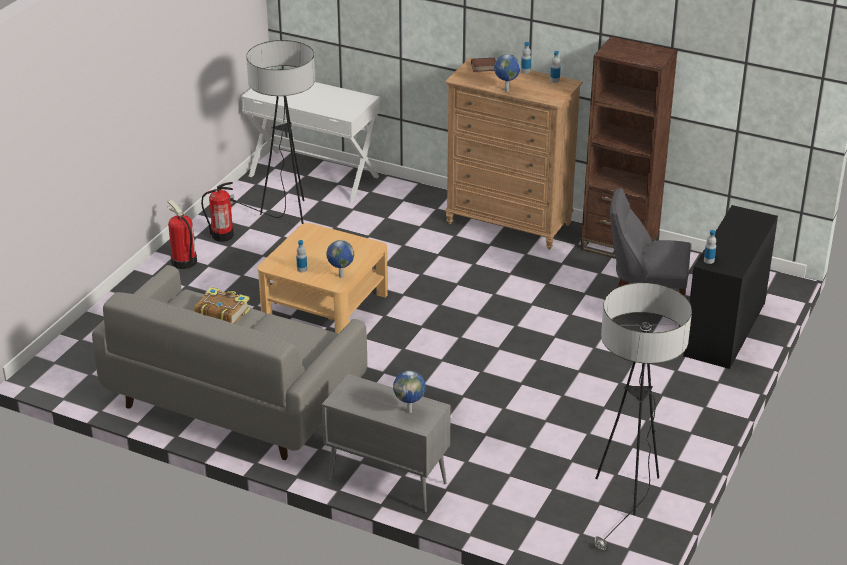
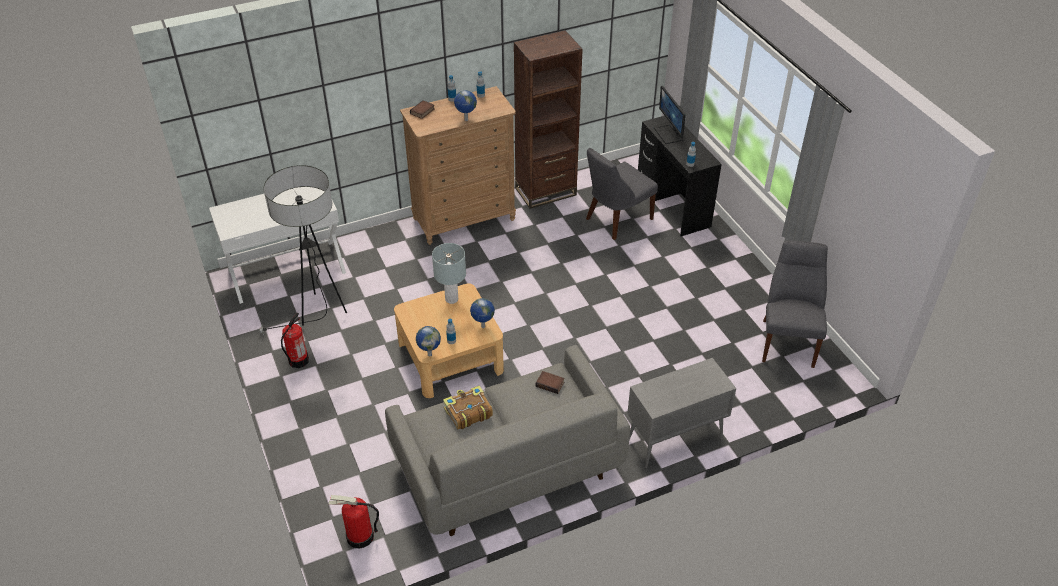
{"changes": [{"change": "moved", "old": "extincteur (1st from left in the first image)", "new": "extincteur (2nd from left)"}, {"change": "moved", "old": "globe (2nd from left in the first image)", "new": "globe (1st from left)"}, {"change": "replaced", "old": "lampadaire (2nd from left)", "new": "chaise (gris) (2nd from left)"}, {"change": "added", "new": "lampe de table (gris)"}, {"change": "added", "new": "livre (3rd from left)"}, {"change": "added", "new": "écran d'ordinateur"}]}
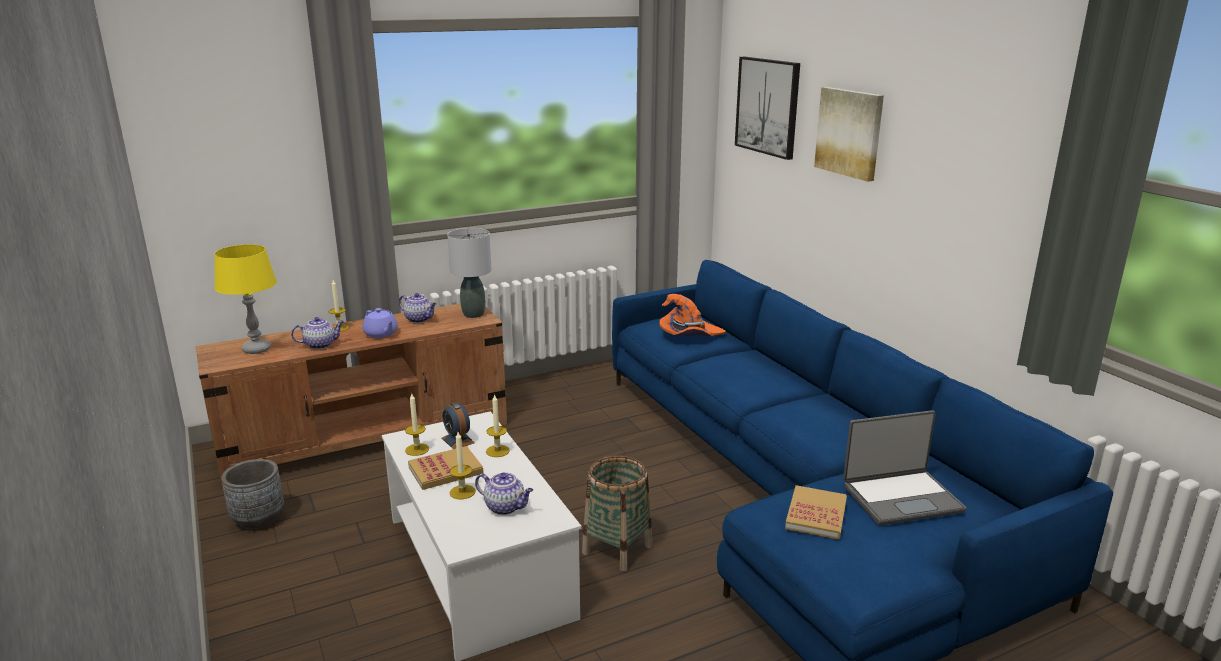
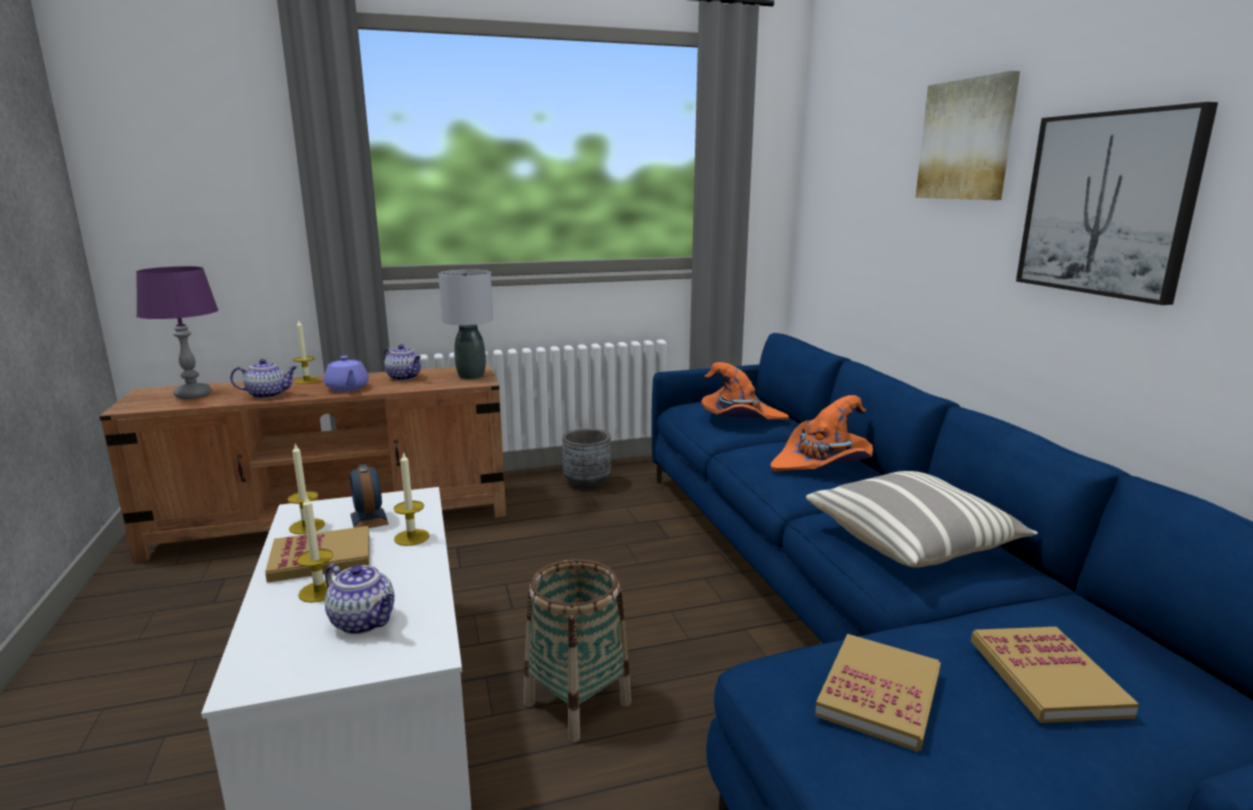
{"changes": [{"change": "recoloured", "old": "lampe de table (jaune)", "new": "lampe de table (violet)"}, {"change": "moved", "old": "cache-pot (gris)"}, {"change": "moved", "old": "tableau (1st from left in the first image)", "new": "tableau (2nd from left)"}, {"change": "replaced", "old": "ordinateur portable", "new": "livre (3rd from left)"}, {"change": "added", "new": "chapeau (orange) (2nd from left)"}, {"change": "added", "new": "coussin"}]}
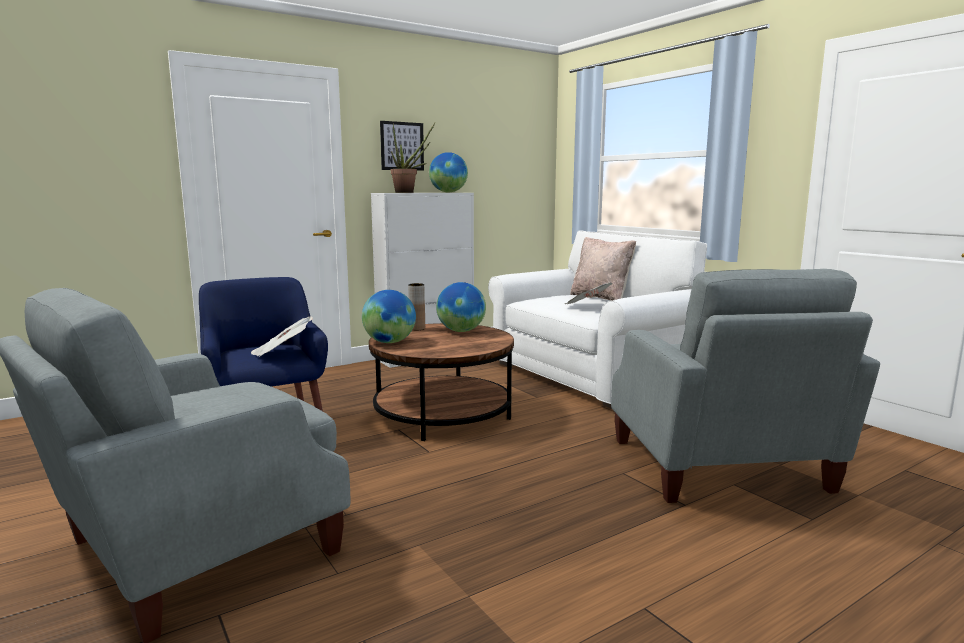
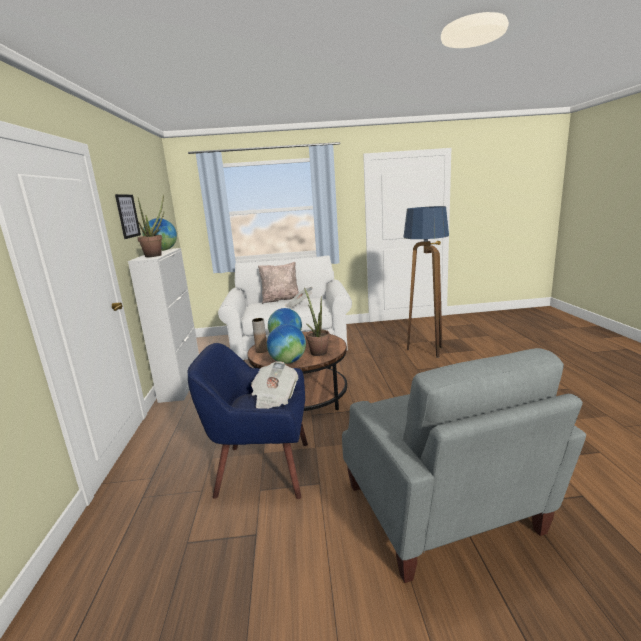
{"changes": [{"change": "replaced", "old": "fauteuil (gris) (2nd from left)", "new": "lampadaire"}, {"change": "added", "new": "plante en pot (2nd from left)"}]}
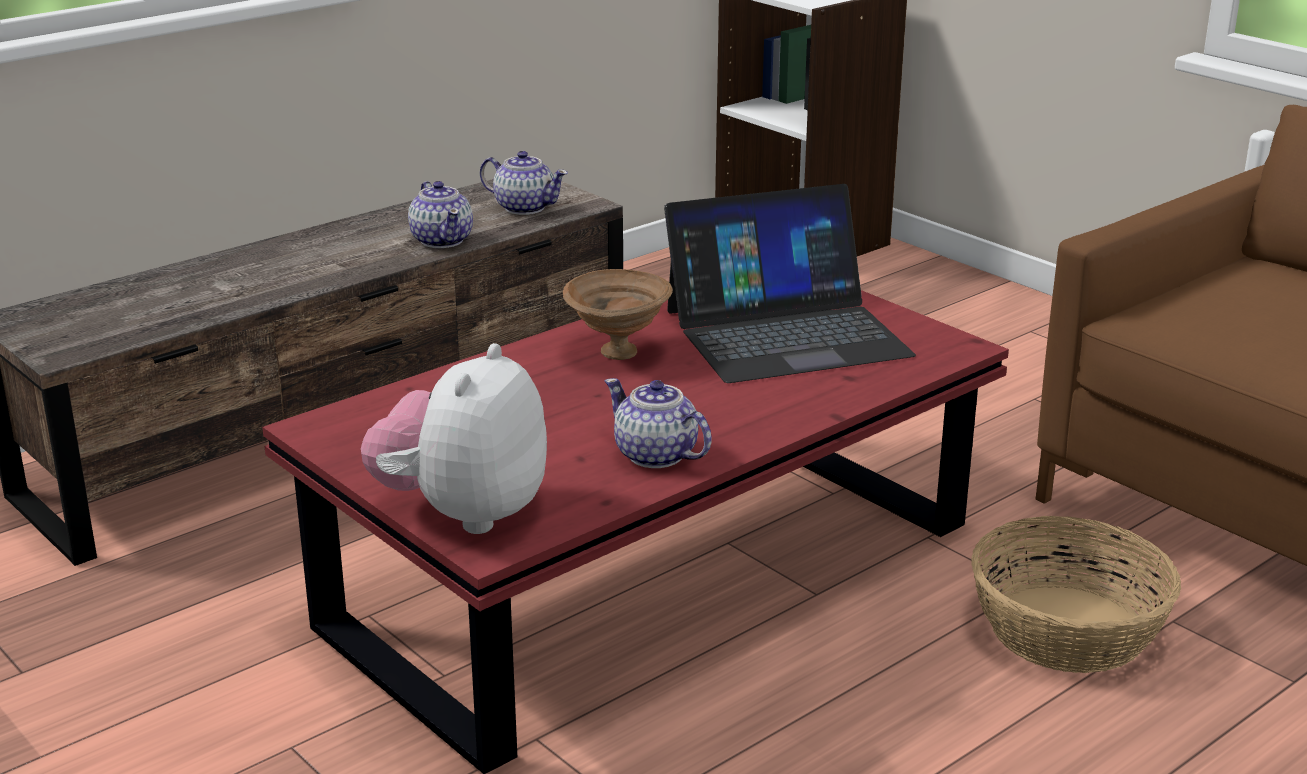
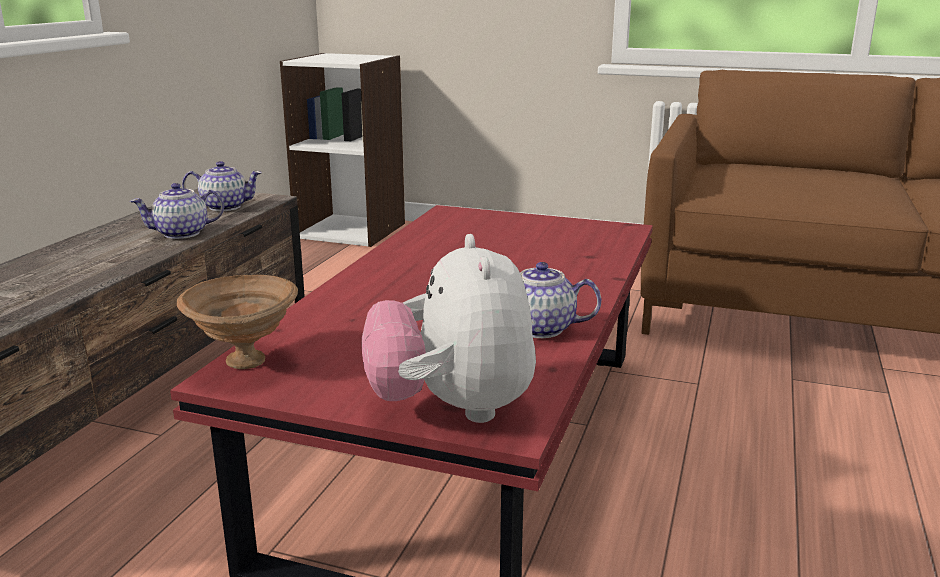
{"changes": [{"change": "turned", "old": "théière (1st from left)", "degrees": 120}, {"change": "moved", "old": "bol (marron)"}, {"change": "removed", "old": "ordinateur portable"}, {"change": "removed", "old": "panier"}]}
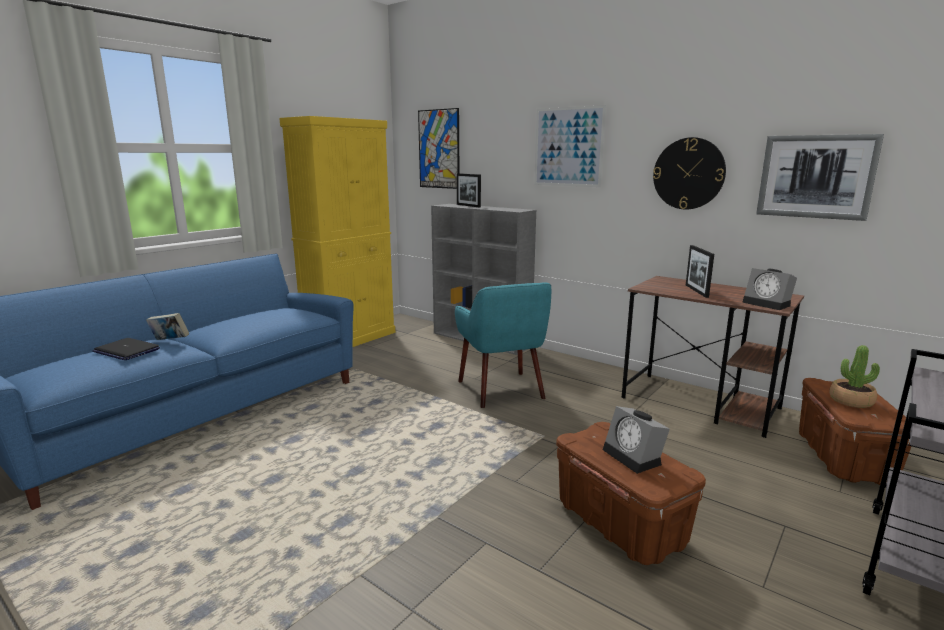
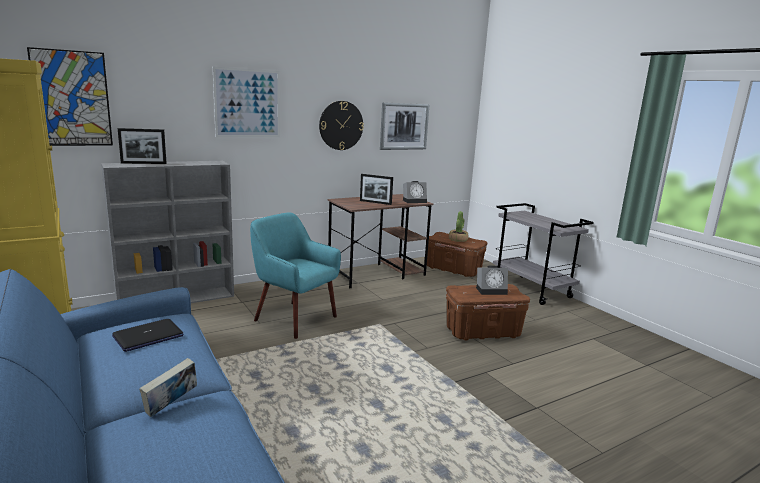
{"changes": [{"change": "moved", "old": "ordinateur portable"}, {"change": "turned", "old": "fauteuil (turquoise)", "degrees": -150}]}
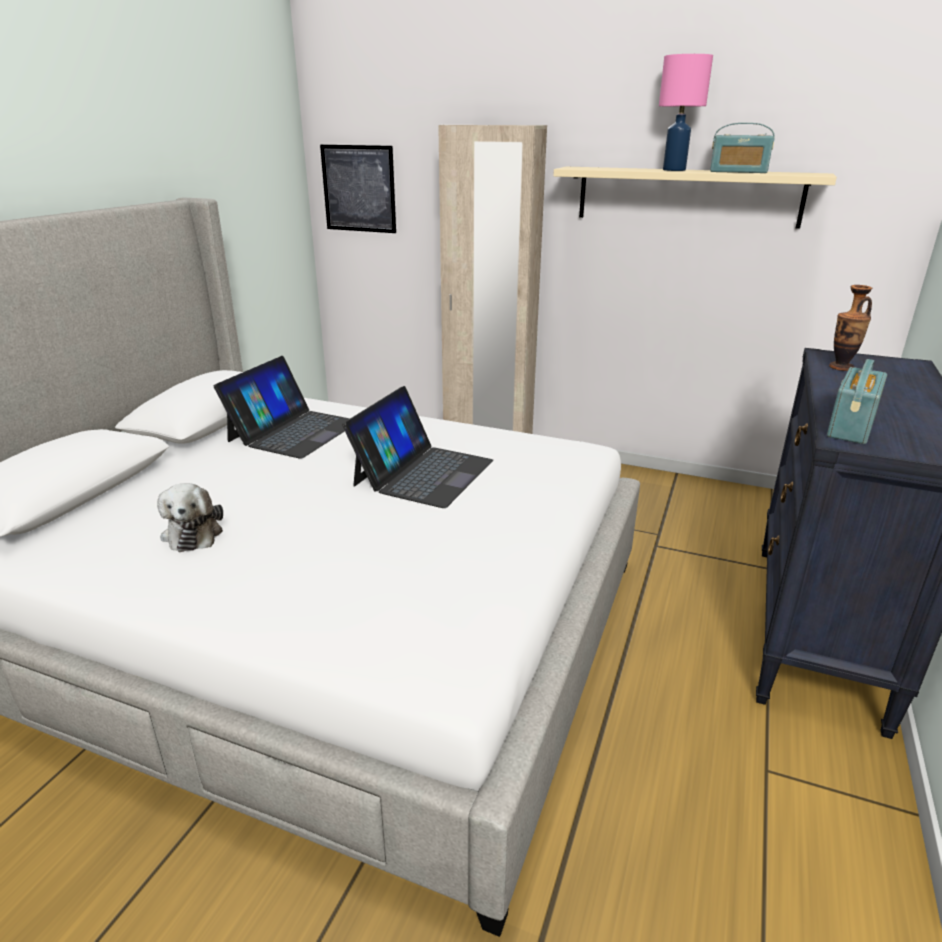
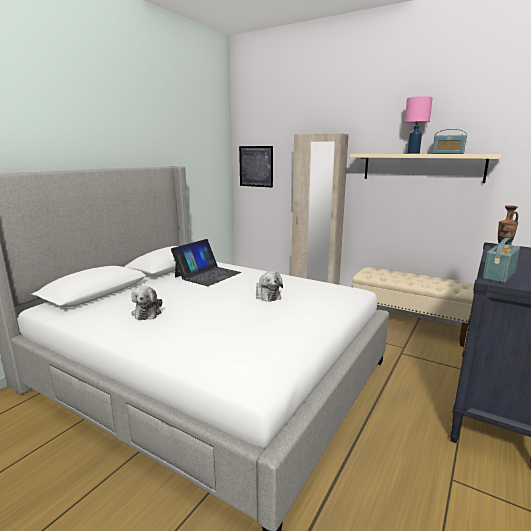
{"changes": [{"change": "replaced", "old": "ordinateur portable (2nd from left)", "new": "peluche (2nd from left)"}, {"change": "added", "new": "banc (beige)"}]}
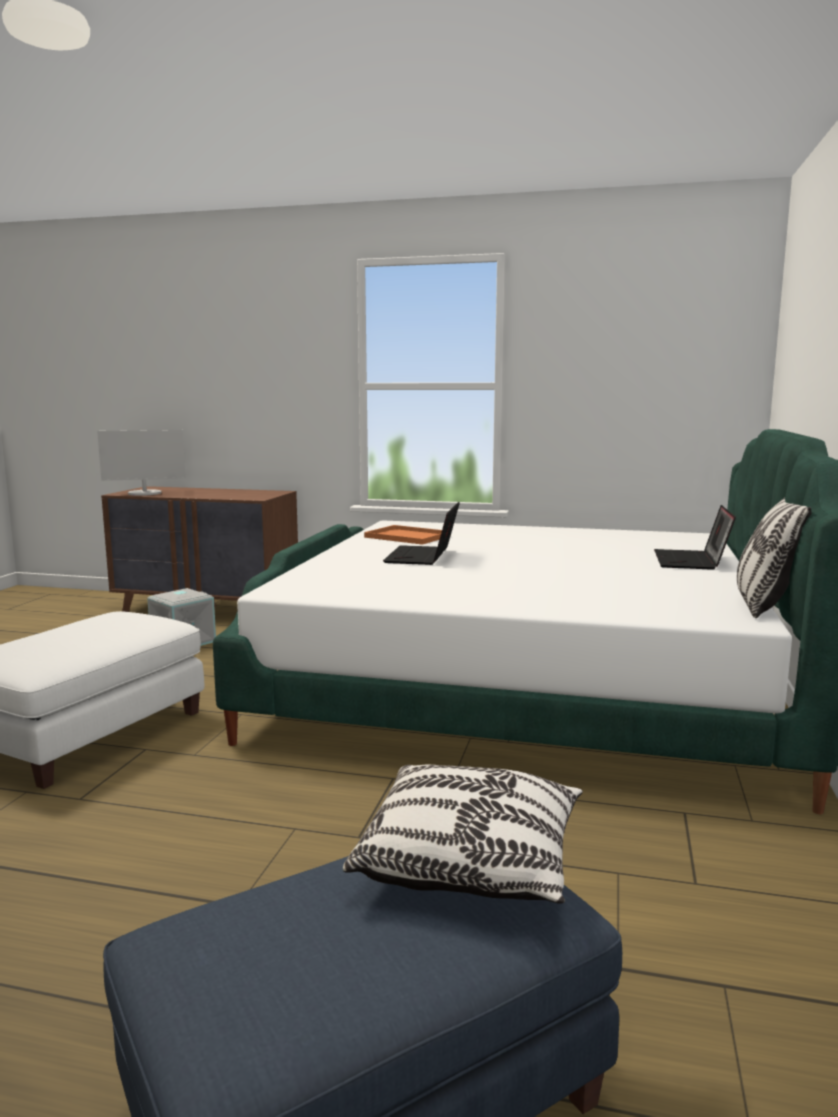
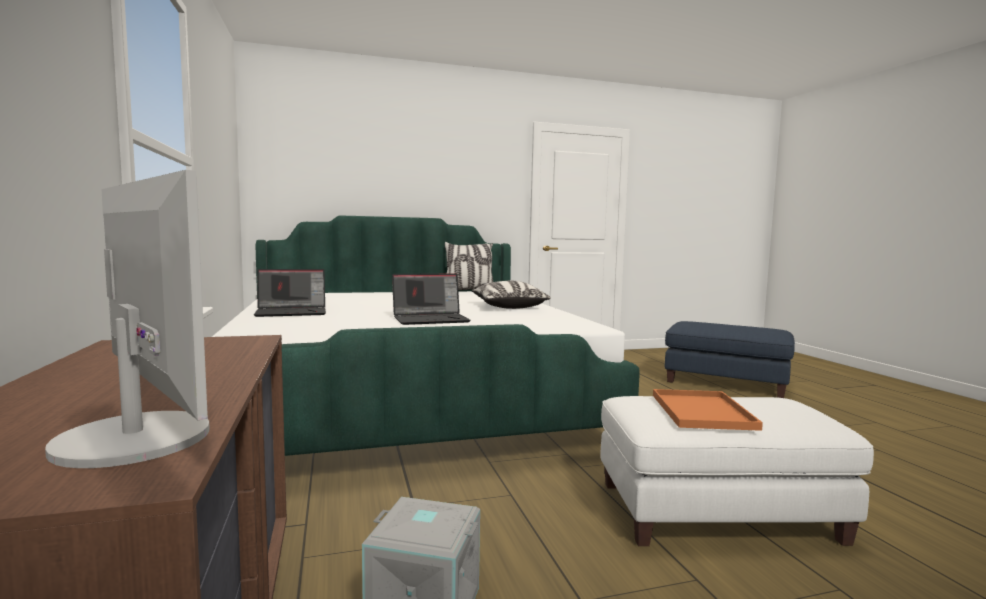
{"changes": [{"change": "moved", "old": "coussin (1st from left in the first image)", "new": "coussin (2nd from left)"}, {"change": "moved", "old": "plateau (orange)"}, {"change": "moved", "old": "ordinateur portable (2nd from left in the first image)", "new": "ordinateur portable (1st from left)"}]}
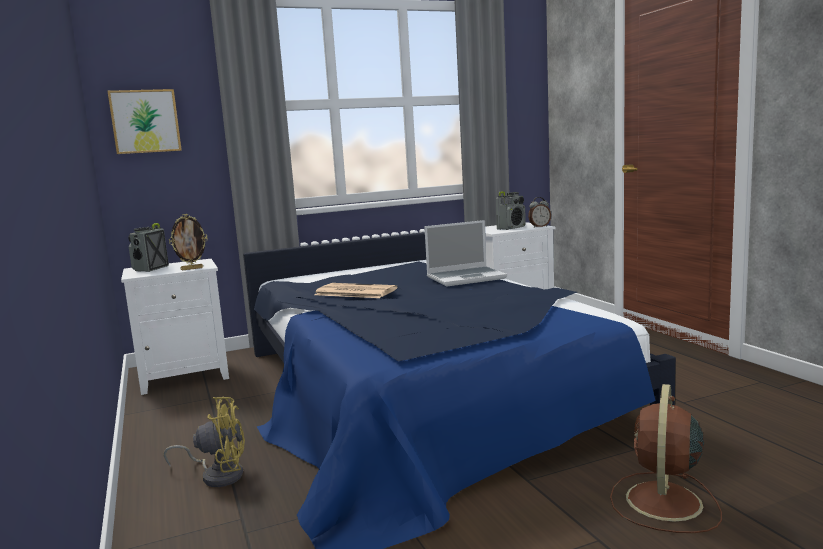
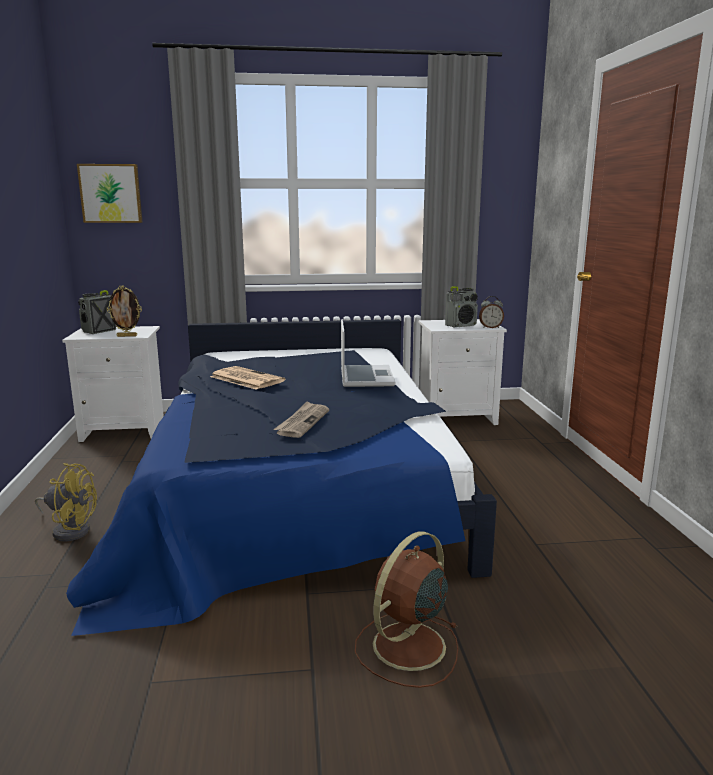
{"changes": [{"change": "turned", "old": "ordinateur portable", "degrees": -90}, {"change": "added", "new": "journal (2nd from left)"}]}
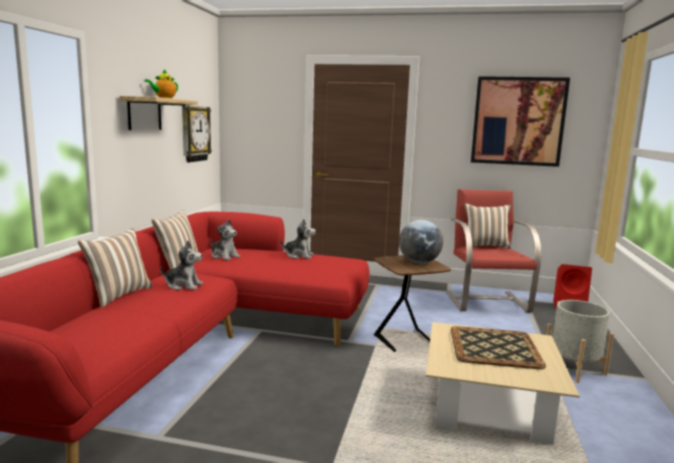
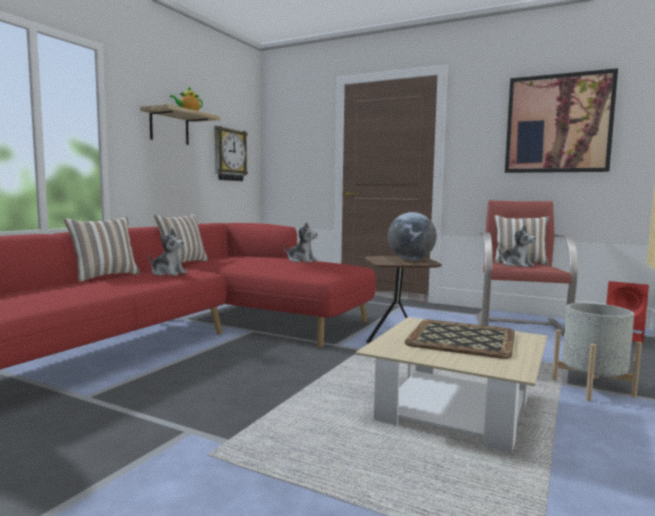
{"changes": [{"change": "moved", "old": "peluche (2nd from left in the first image)", "new": "peluche (3rd from left)"}]}
